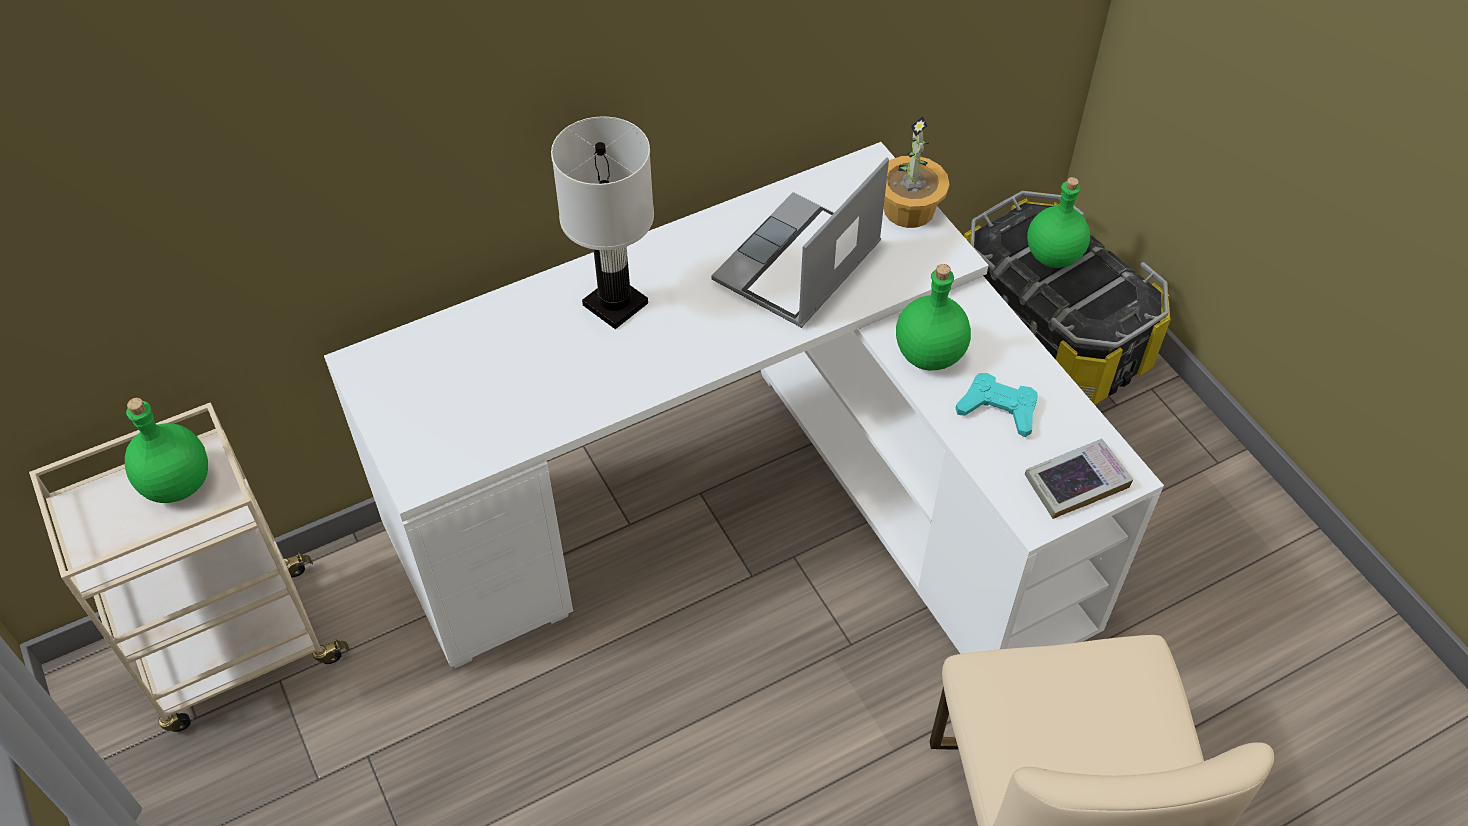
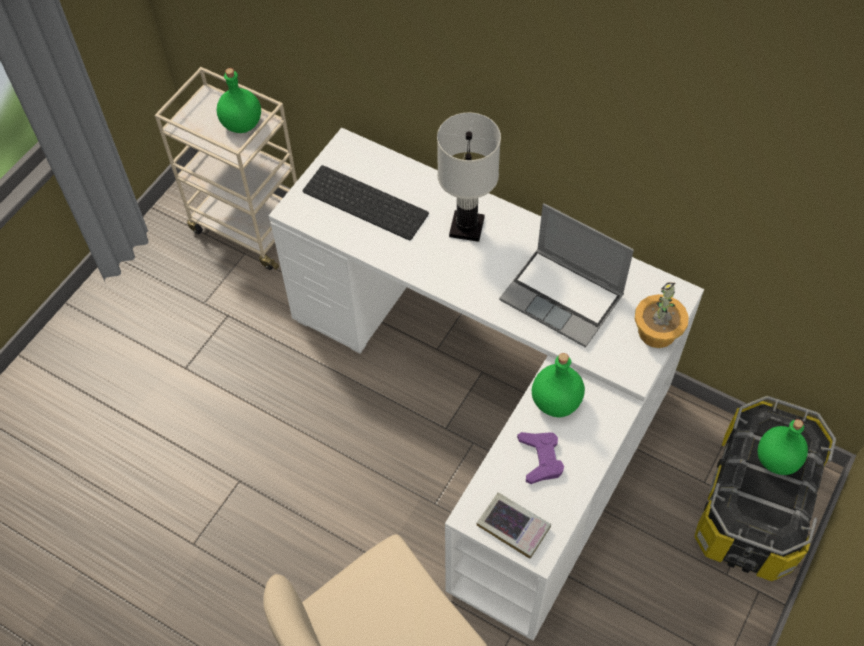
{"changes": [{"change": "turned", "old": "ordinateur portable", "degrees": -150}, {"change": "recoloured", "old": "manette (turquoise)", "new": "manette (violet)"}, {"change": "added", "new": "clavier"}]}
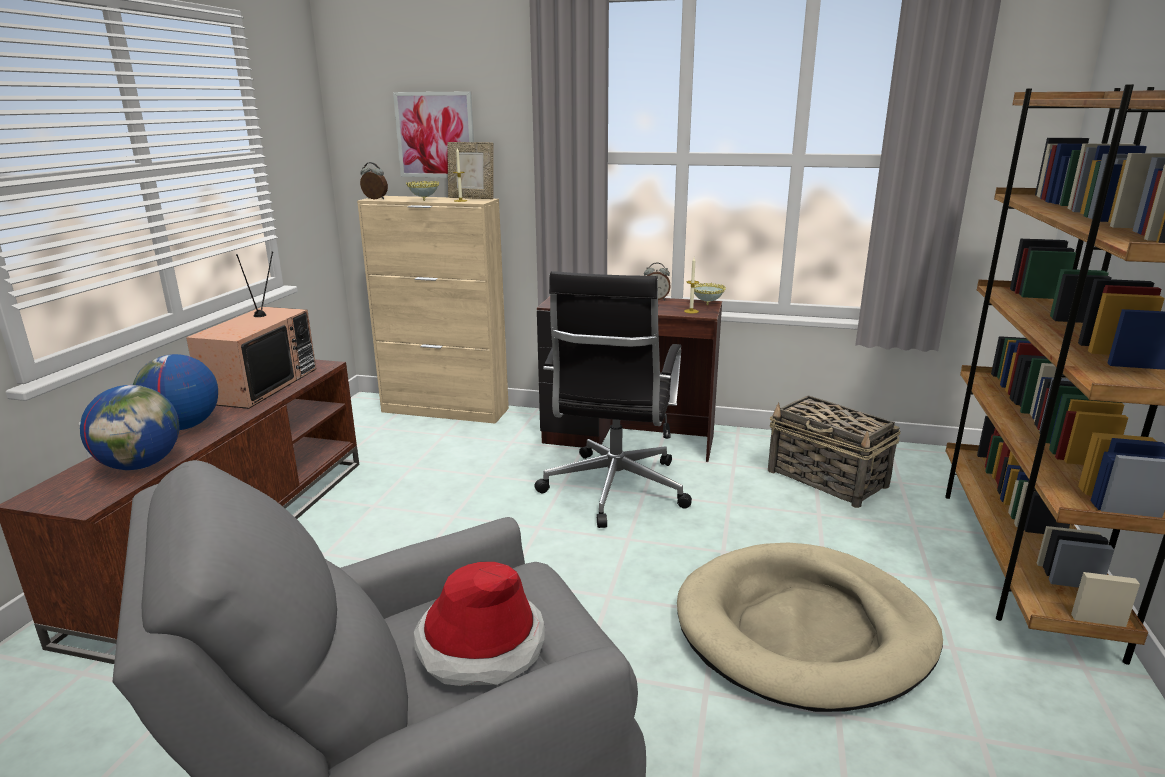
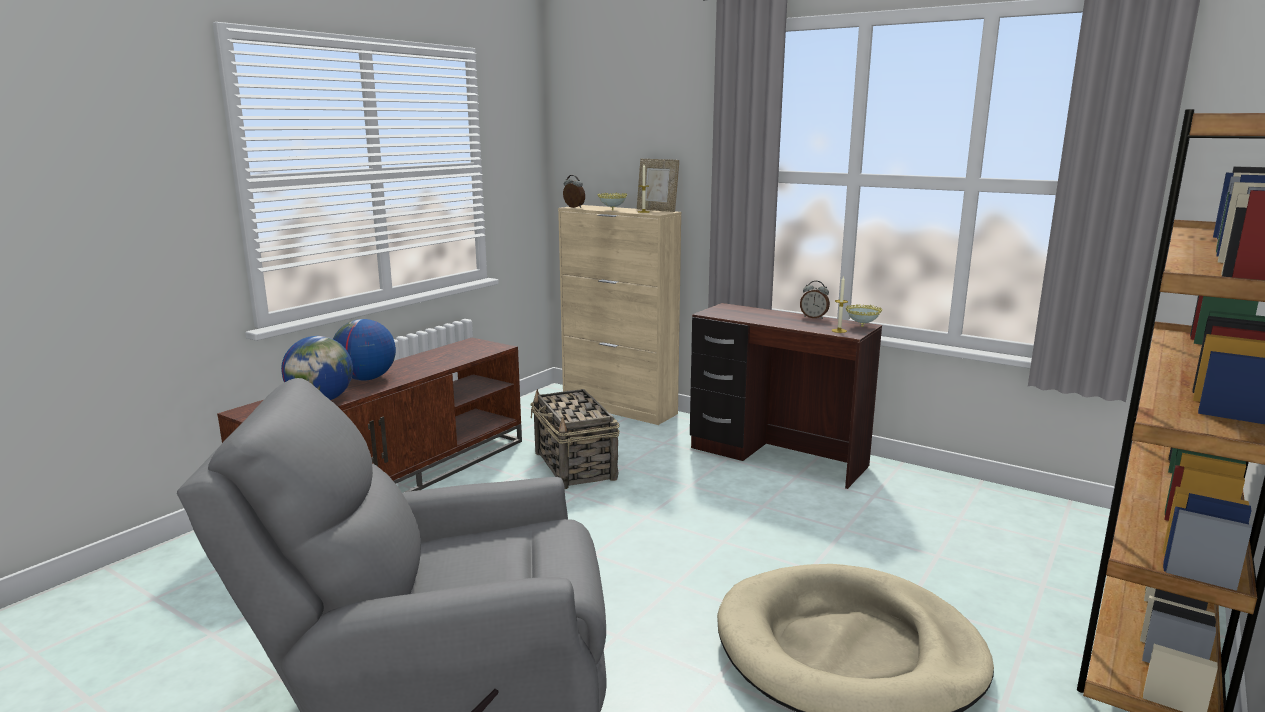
{"changes": [{"change": "removed", "old": "téléviseur"}, {"change": "removed", "old": "tableau"}, {"change": "removed", "old": "chapeau"}, {"change": "removed", "old": "chaise de bureau (noir)"}, {"change": "moved", "old": "panier"}]}
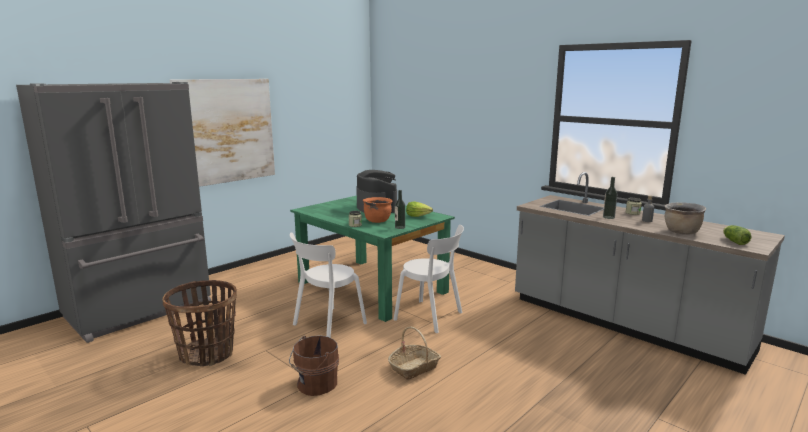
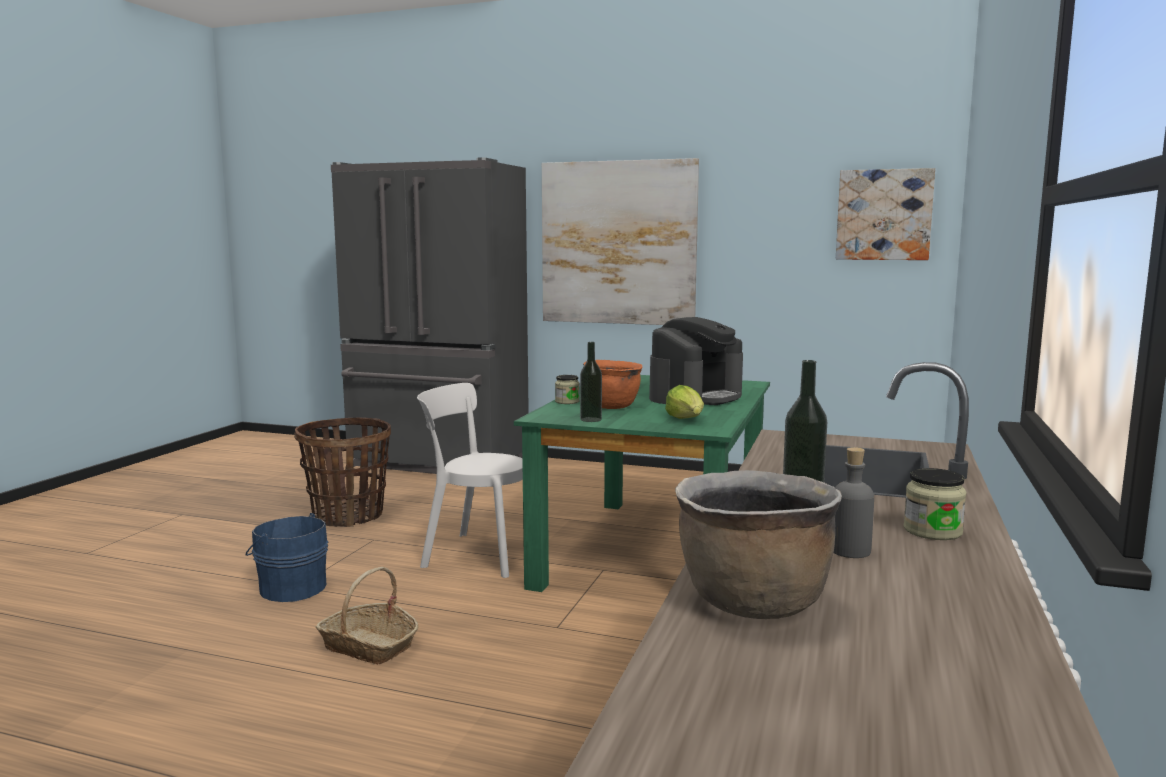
{"changes": [{"change": "recoloured", "old": "seau (marron)", "new": "seau (bleu)"}, {"change": "removed", "old": "chaise (blanc) (2nd from left)"}, {"change": "removed", "old": "laitue (2nd from left)"}, {"change": "added", "new": "tableau (2nd from left)"}]}
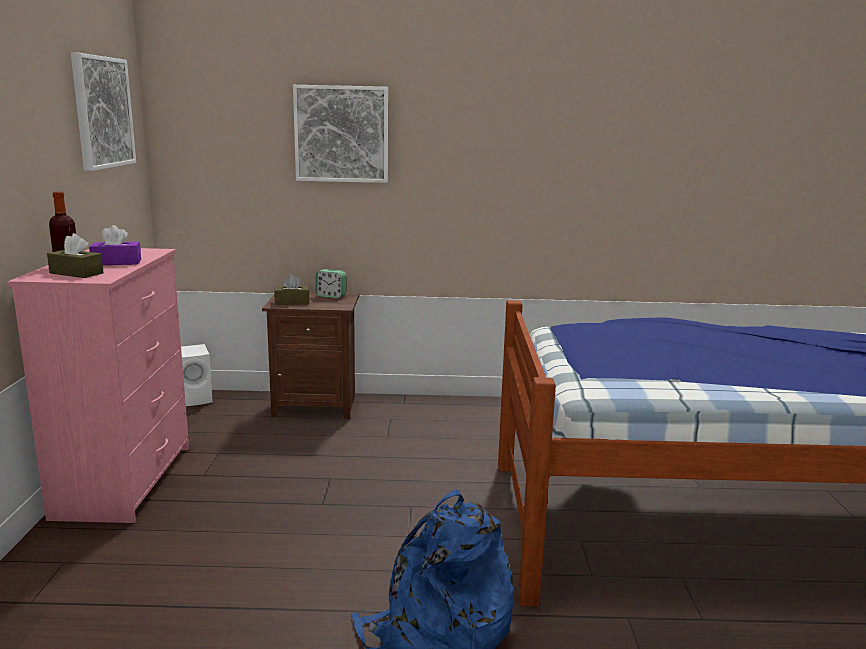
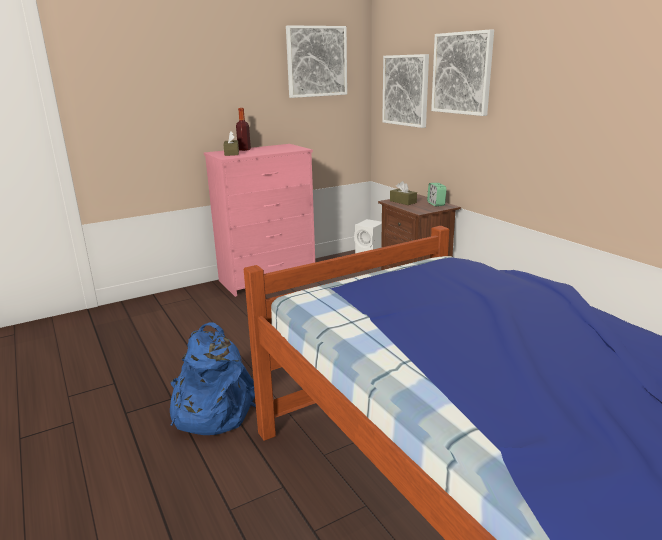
{"changes": [{"change": "removed", "old": "boîte à mouchoirs (violet)"}, {"change": "added", "new": "tableau (2nd from left)"}]}
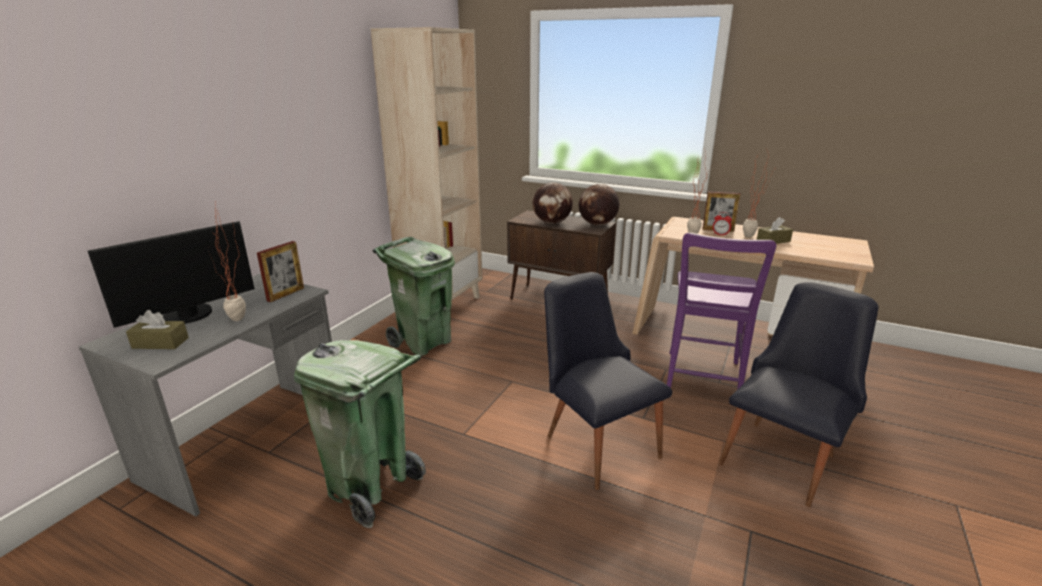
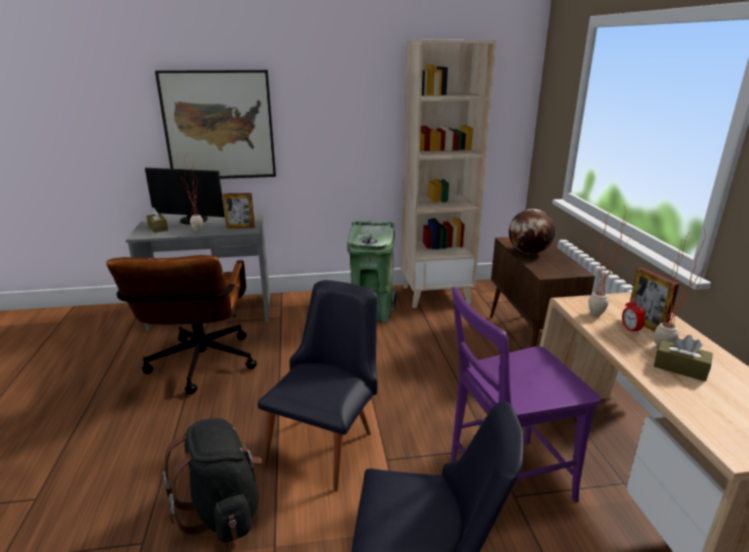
{"changes": [{"change": "replaced", "old": "poubelle (vert) (1st from left)", "new": "chaise de bureau (marron)"}, {"change": "removed", "old": "globe (2nd from left)"}, {"change": "added", "new": "tableau"}, {"change": "added", "new": "sac à dos (noir)"}]}
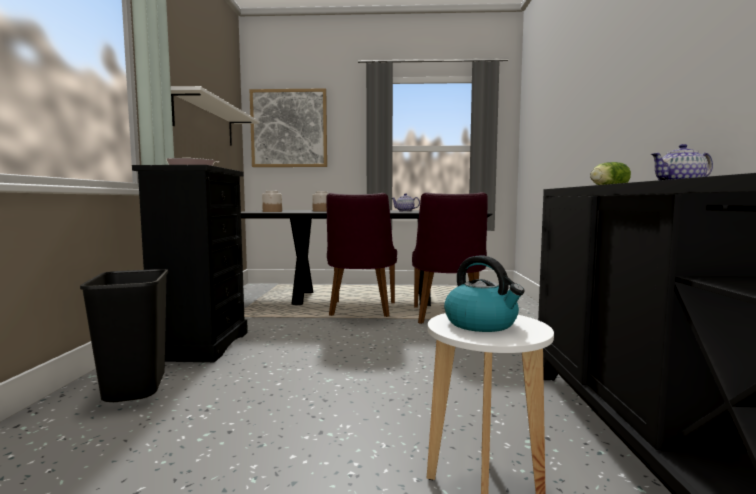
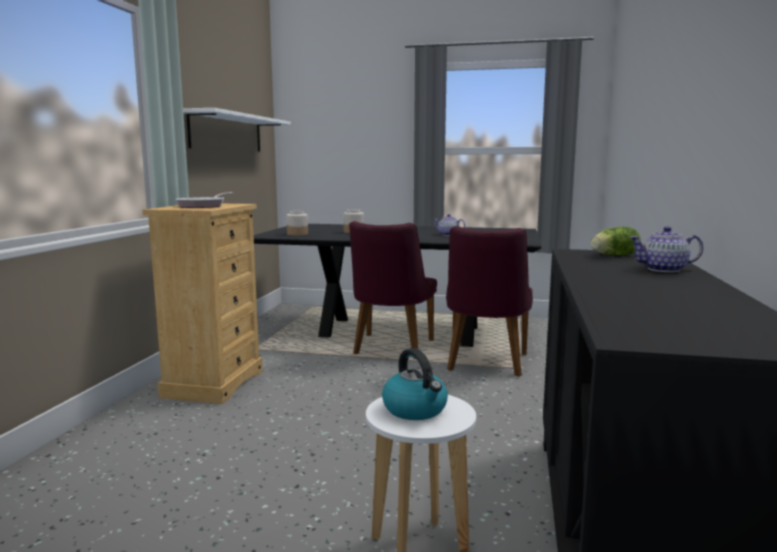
{"changes": [{"change": "removed", "old": "poubelle (noir)"}, {"change": "recoloured", "old": "commode (noir)", "new": "commode (beige)"}, {"change": "removed", "old": "tableau"}]}
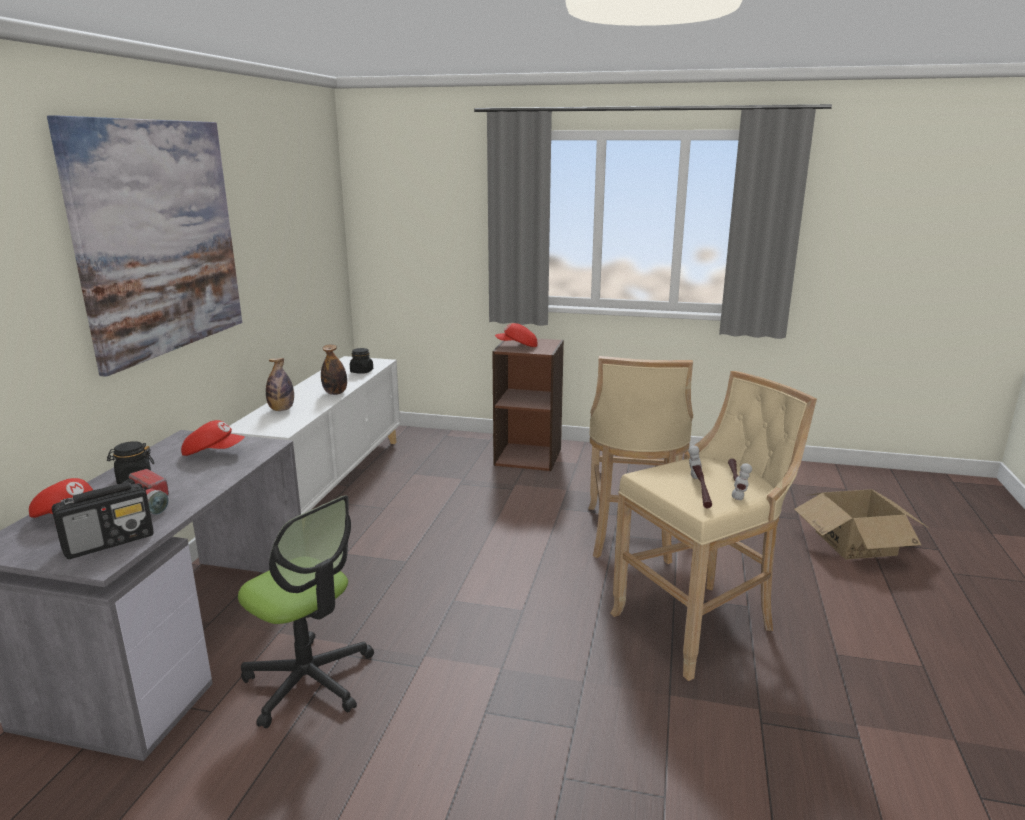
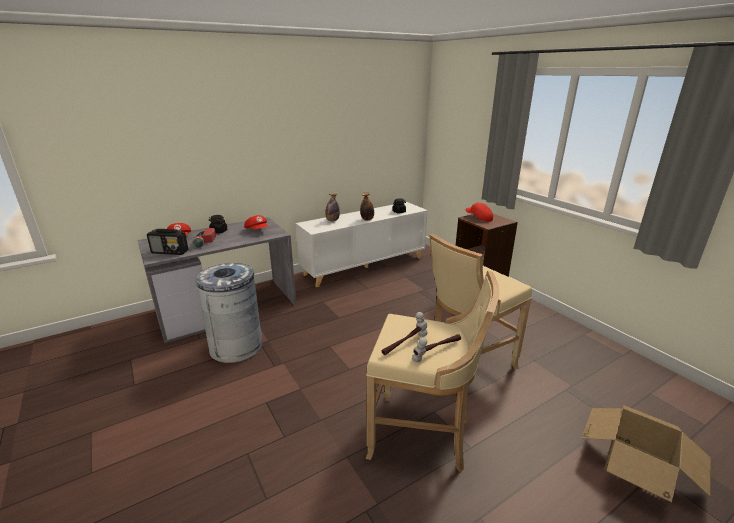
{"changes": [{"change": "removed", "old": "tableau"}, {"change": "replaced", "old": "chaise de bureau", "new": "poubelle (gris)"}]}
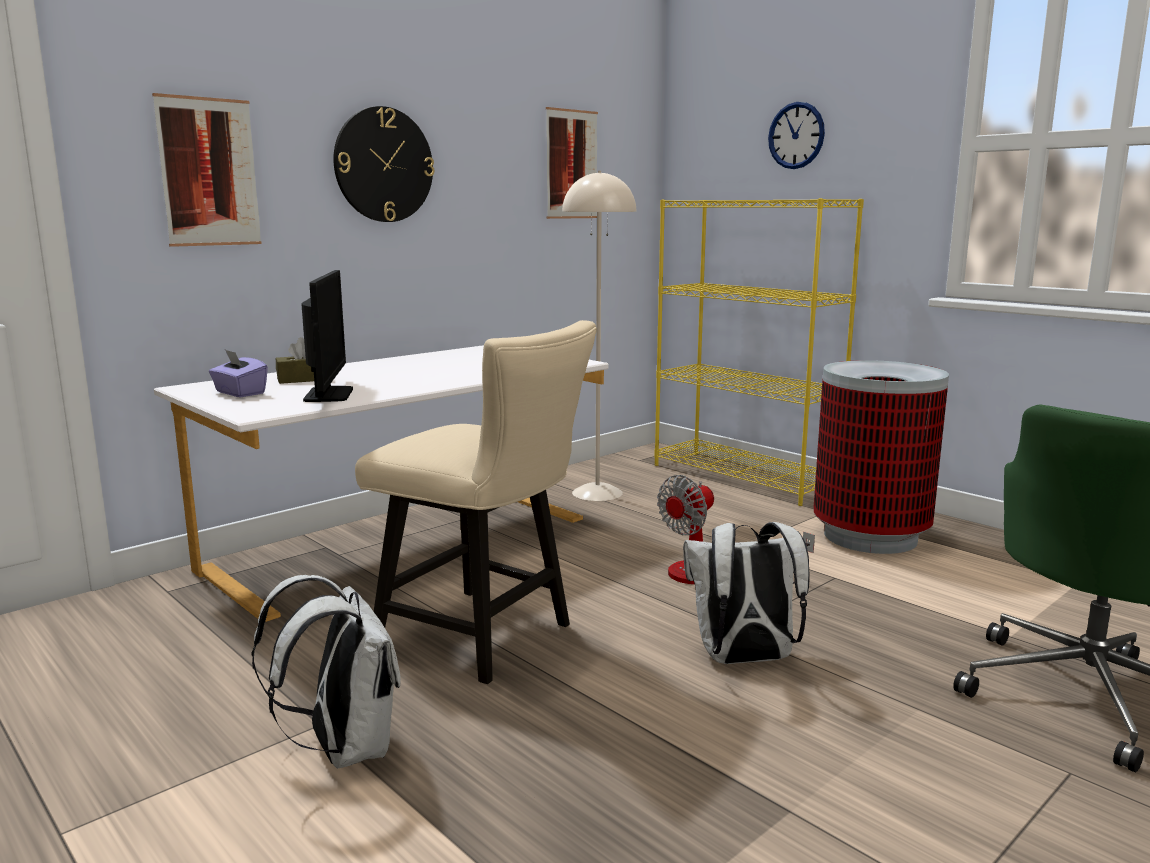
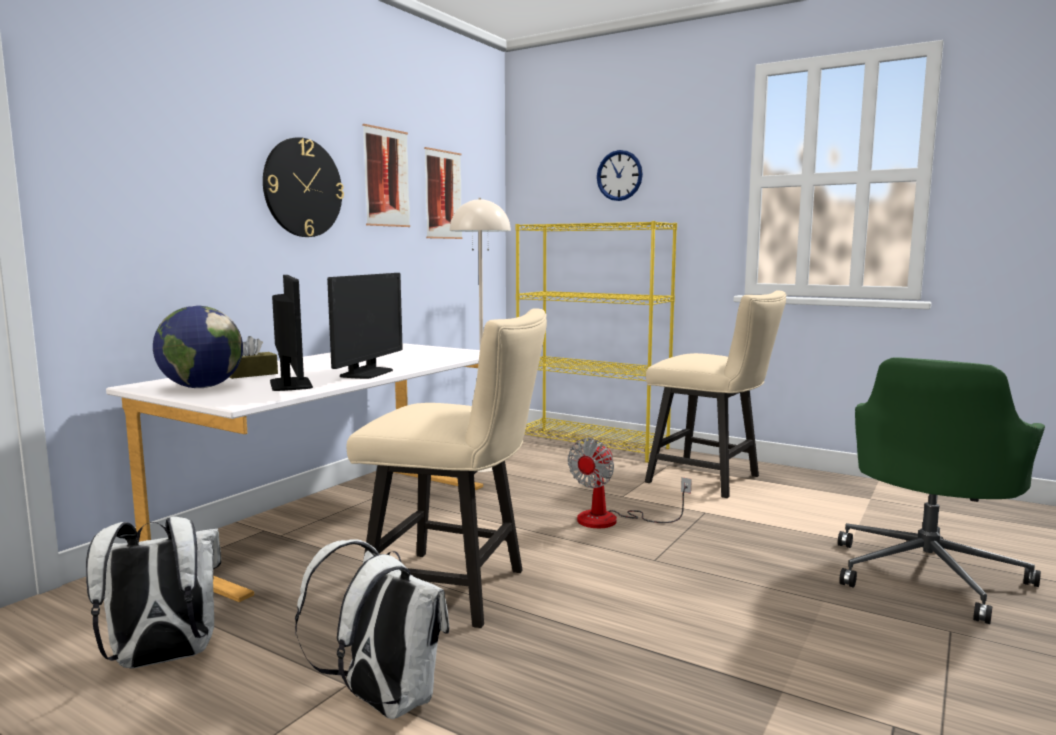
{"changes": [{"change": "moved", "old": "tableau (1st from left)"}, {"change": "replaced", "old": "boîte à mouchoirs (violet)", "new": "globe"}, {"change": "moved", "old": "sac à dos (blanc) (2nd from left in the first image)", "new": "sac à dos (blanc) (1st from left)"}, {"change": "replaced", "old": "poubelle", "new": "chaise (beige) (2nd from left)"}, {"change": "added", "new": "écran d'ordinateur (2nd from left)"}]}
